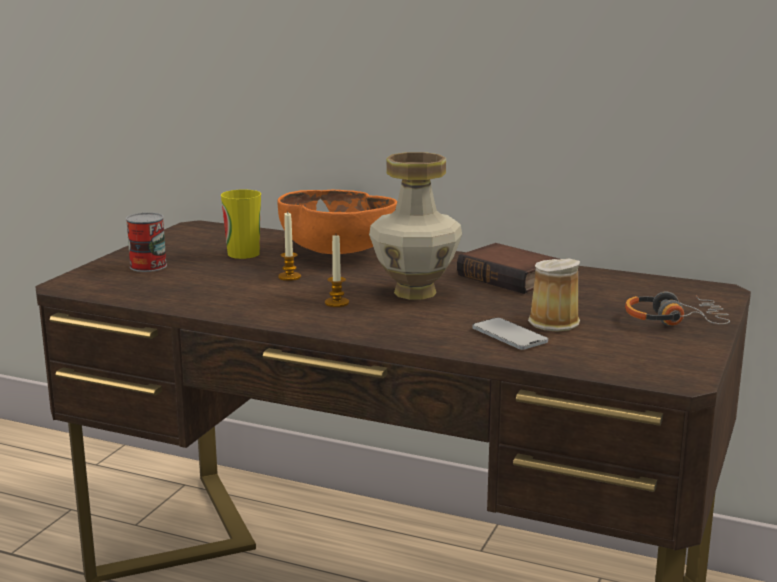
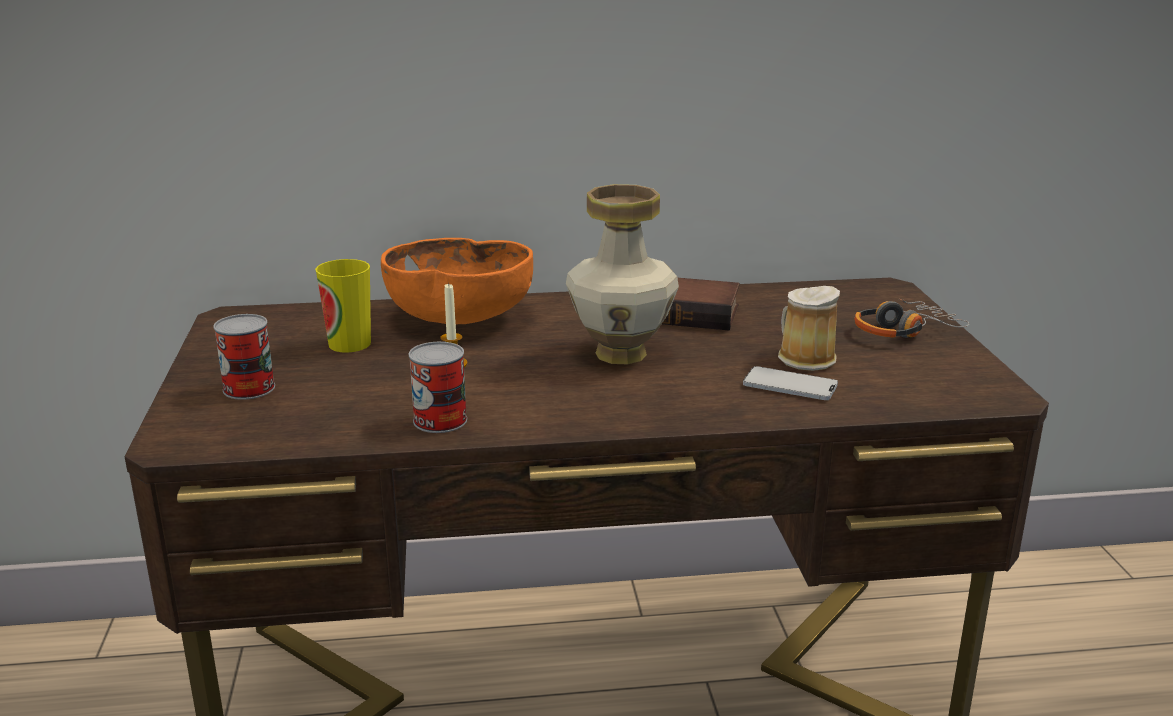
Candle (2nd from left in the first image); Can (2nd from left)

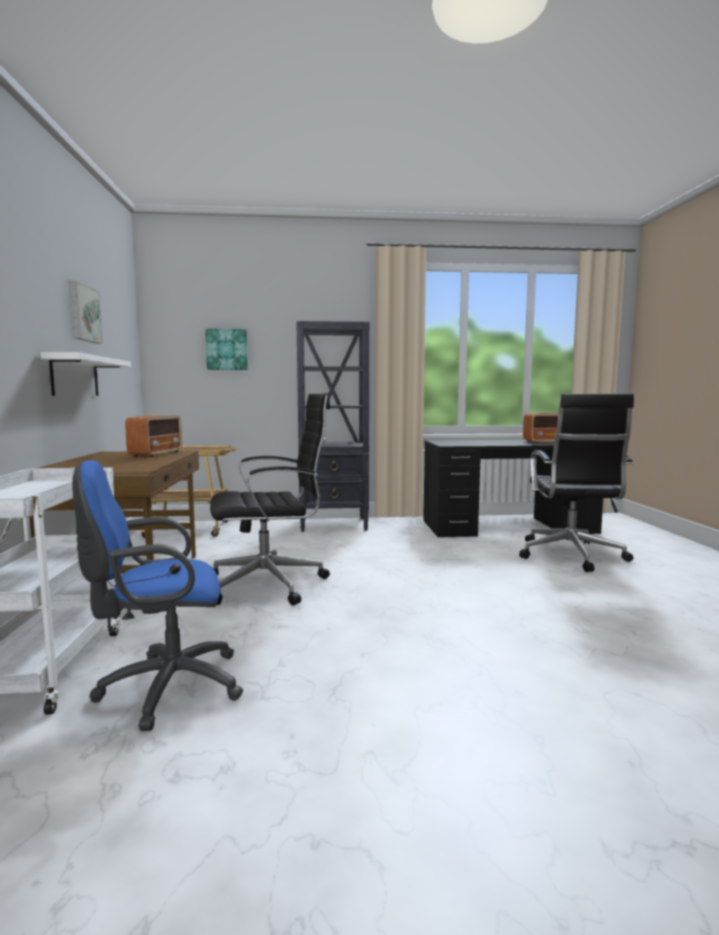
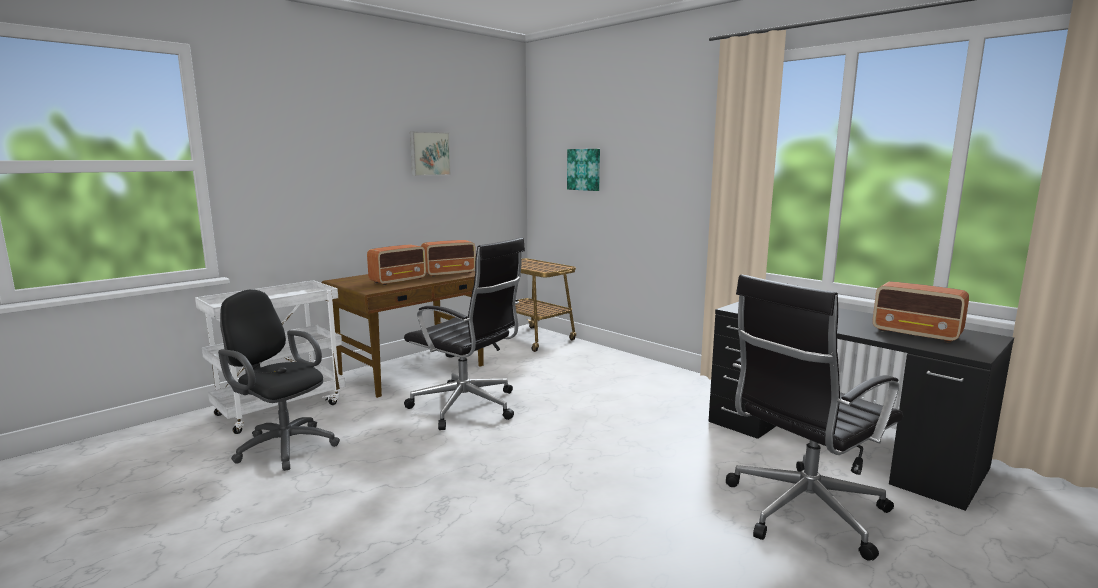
WhiteShelf; BlackOfficeChair (1st from left); BlackBookcase; Radio (1st from left)

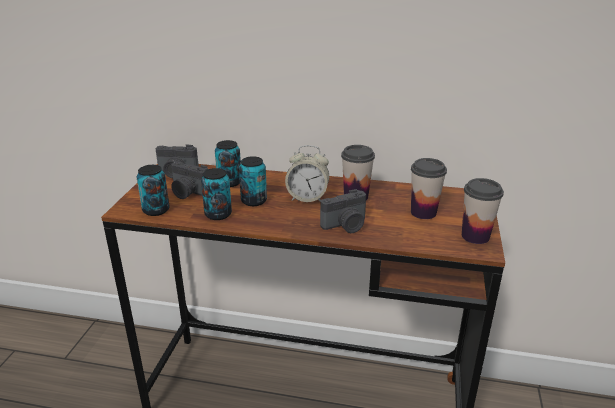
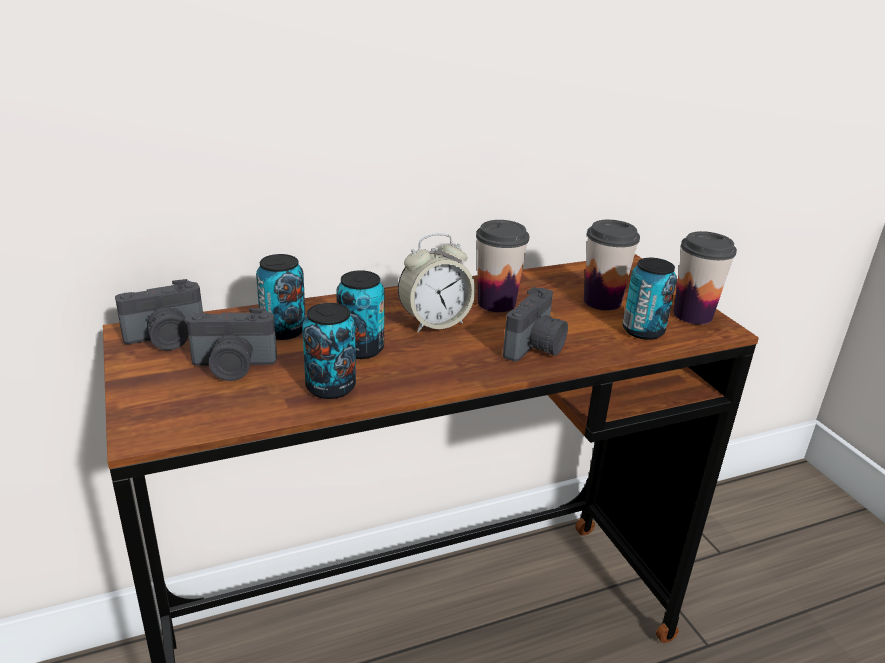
Can (4th from left)

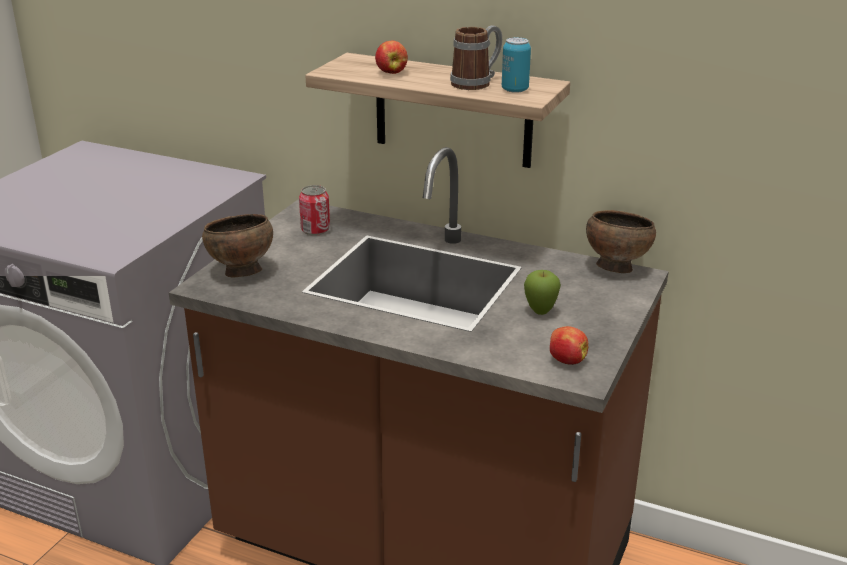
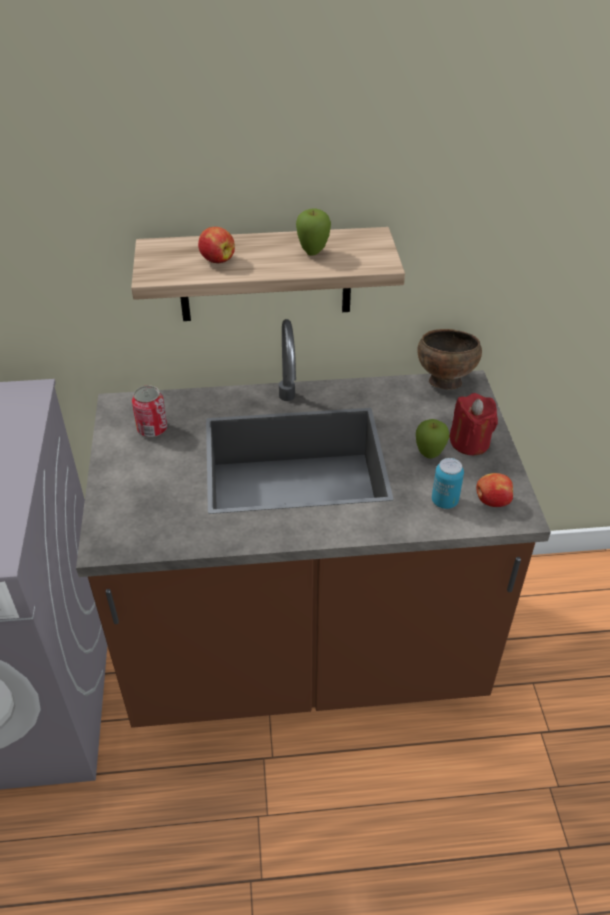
BrownBowl (1st from left in the first image); Apple (2nd from left); Can (2nd from left); RedCandle

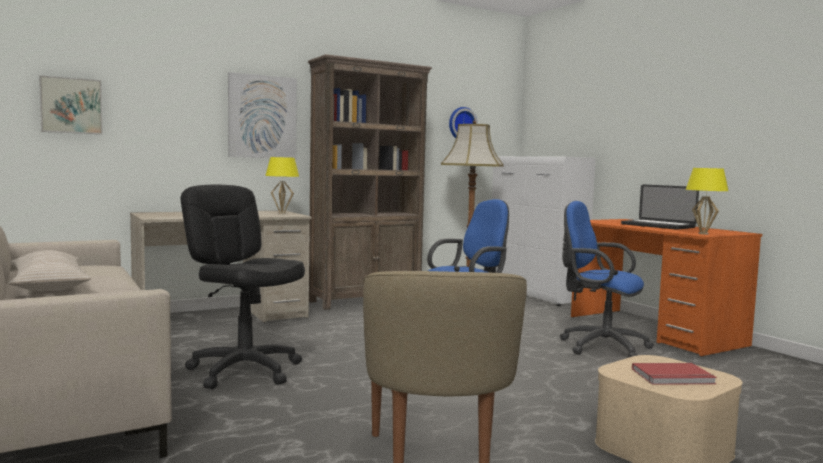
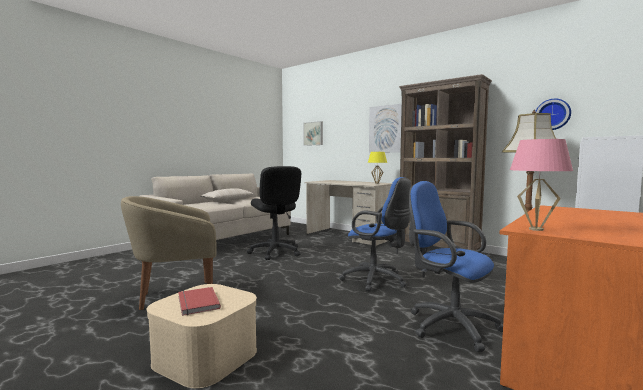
BlackOfficeChair; BlueOfficeChair (2nd from left); Laptop; PinkTableLamp

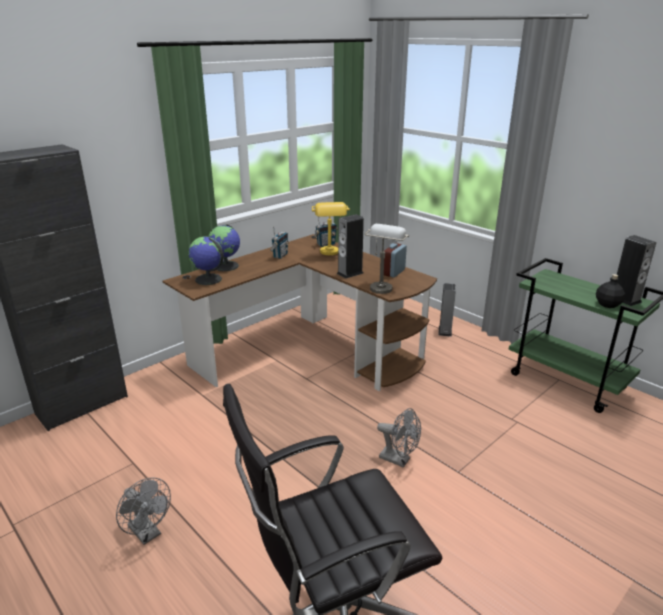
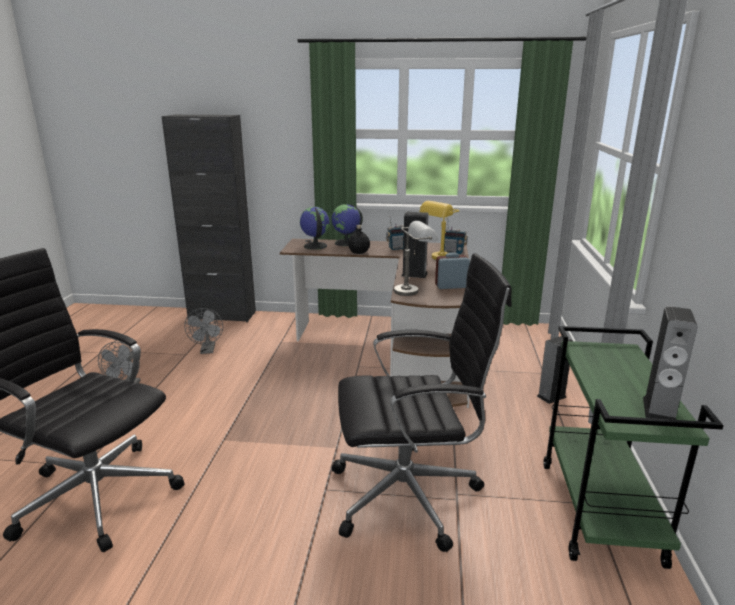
GreyFan (2nd from left); BlackBottle; BlackOfficeChair (2nd from left)

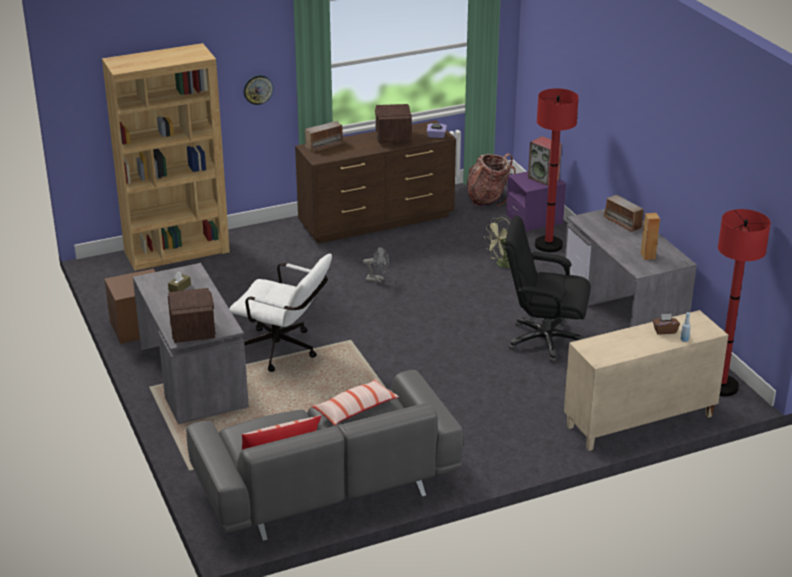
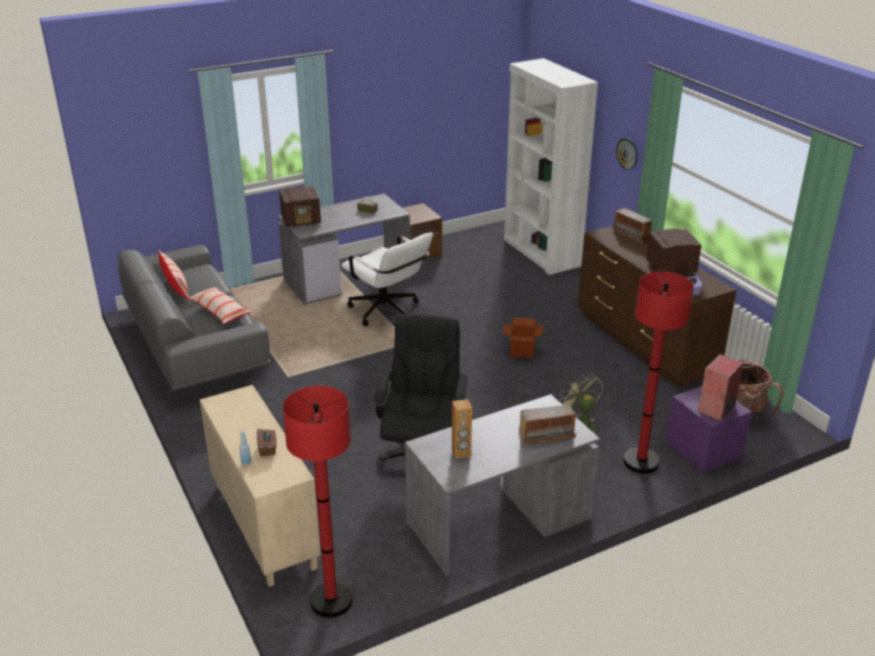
WhiteBookcase; WhiteOfficeChair; CardboardBox; Radio (2nd from left)

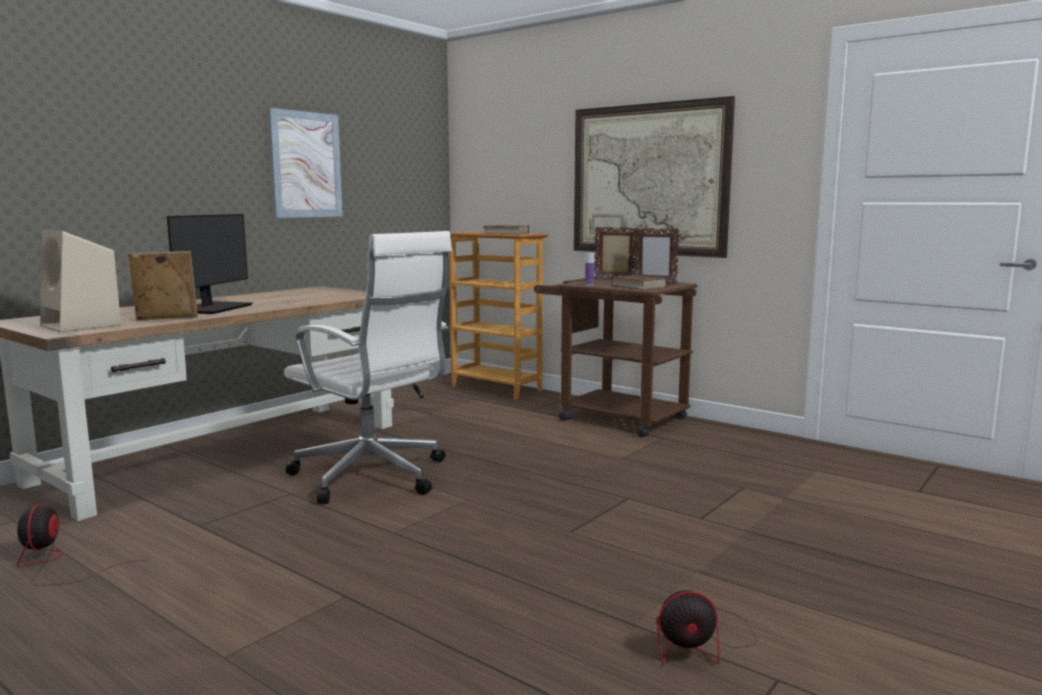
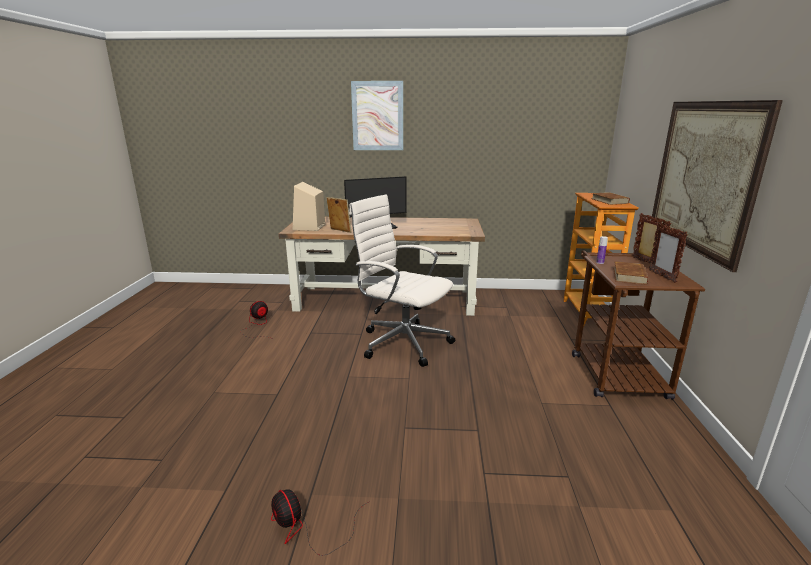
Picture (1st from left); WhiteOfficeChair

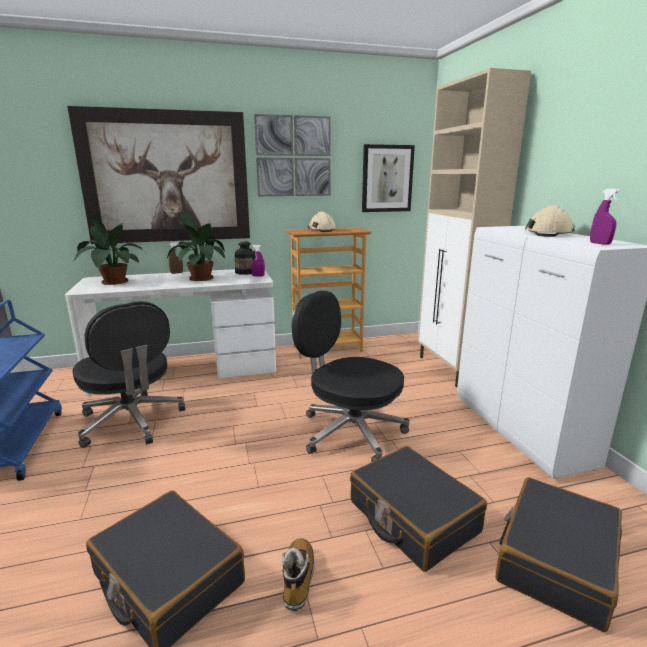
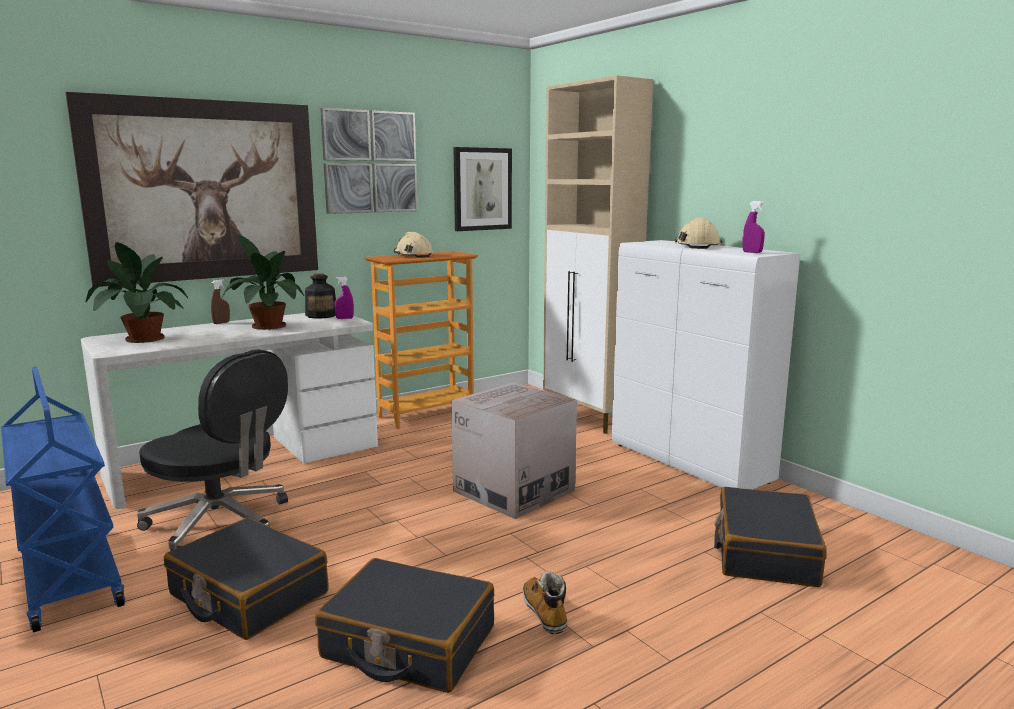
CardboardBox; BlackSuitcase (1st from left)

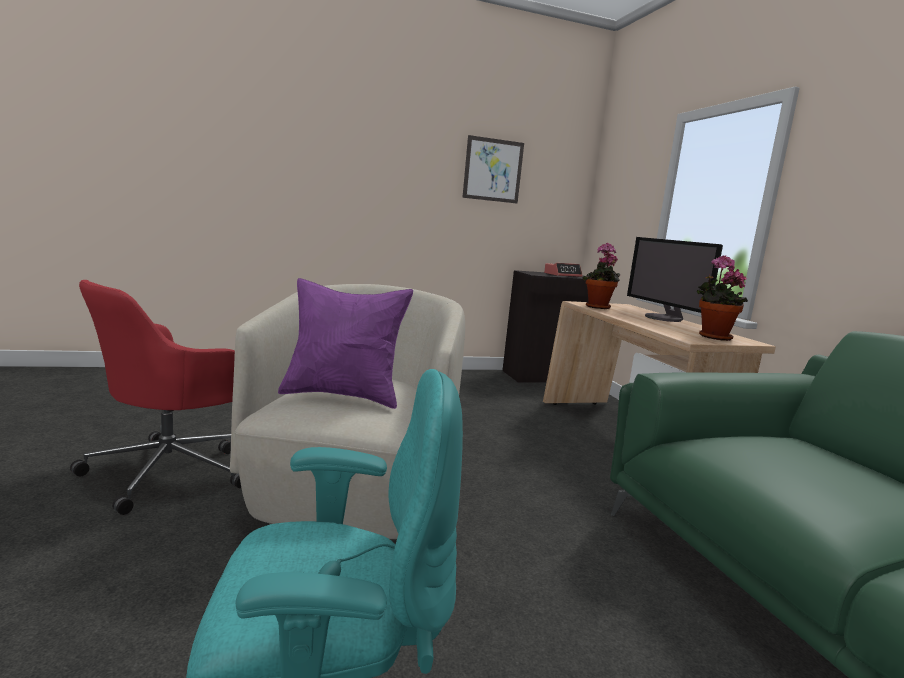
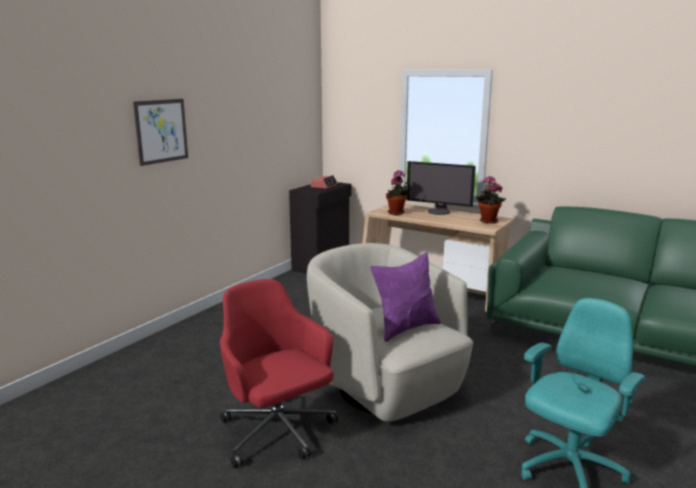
RedOfficeChair; Picture

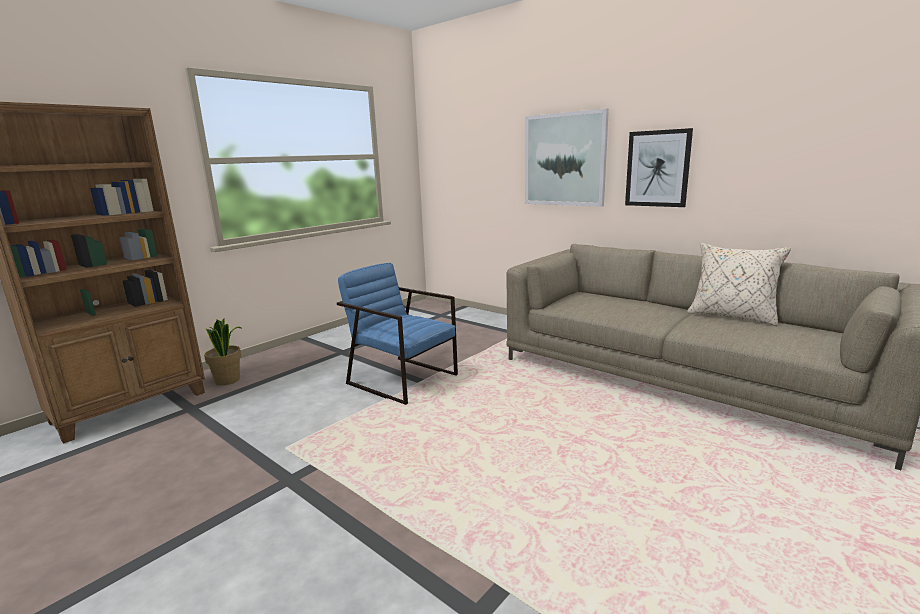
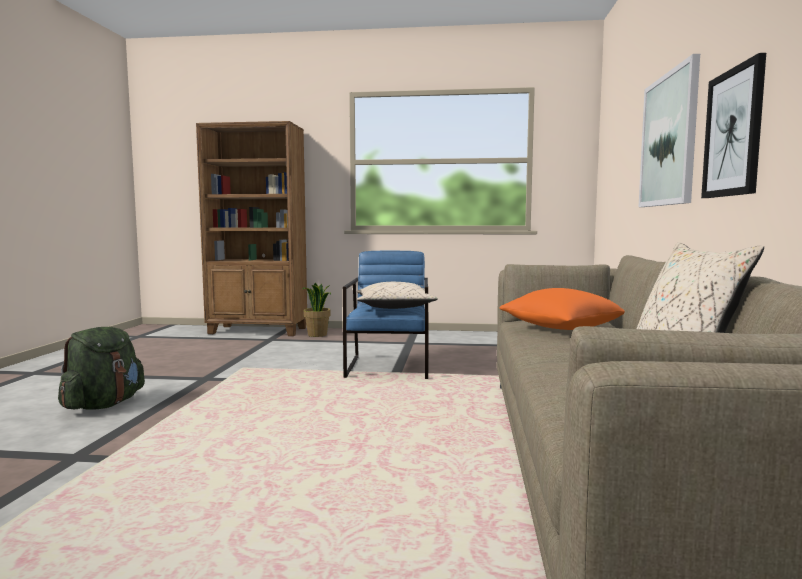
GreenBackpack; BeigePillow (1st from left); OrangePillow

